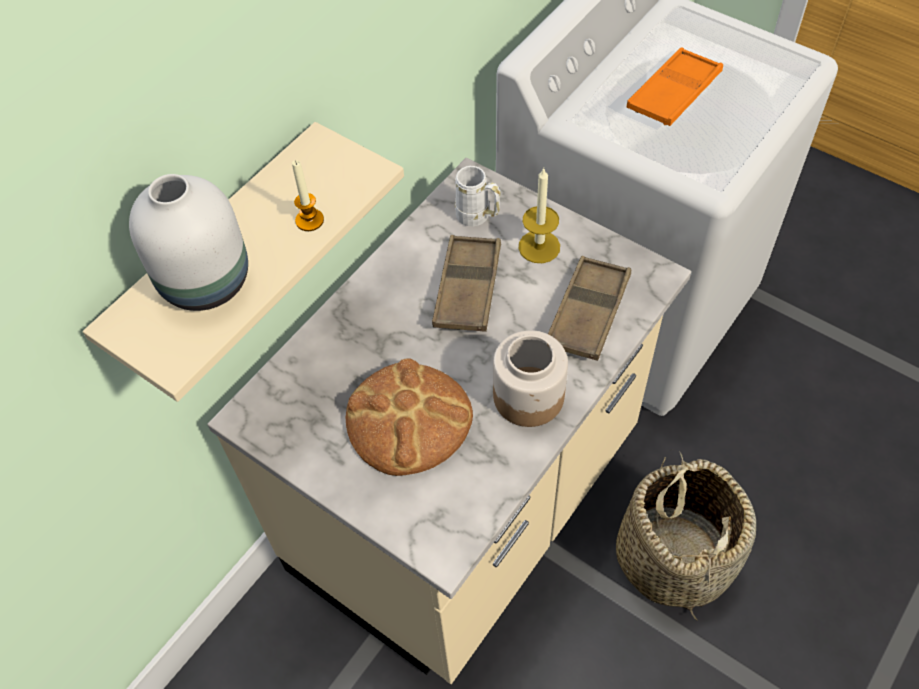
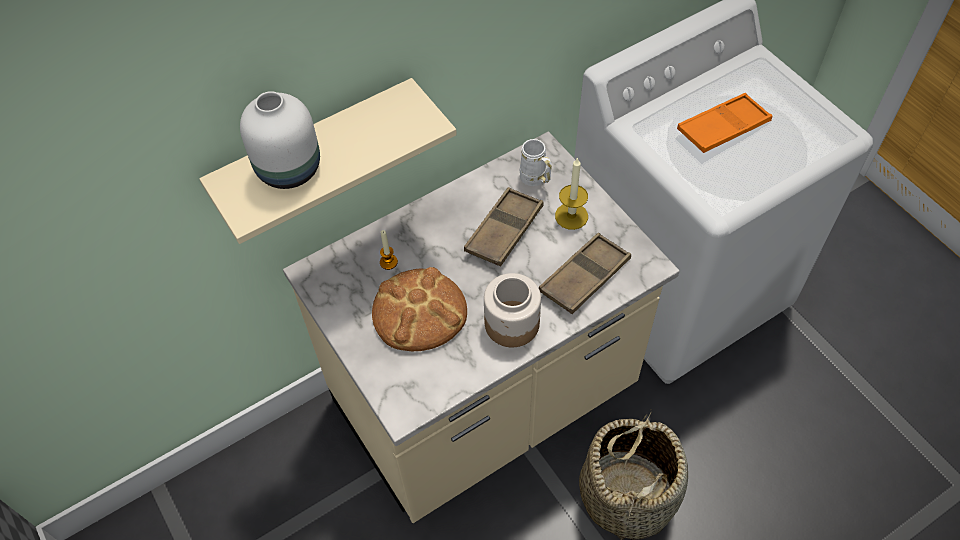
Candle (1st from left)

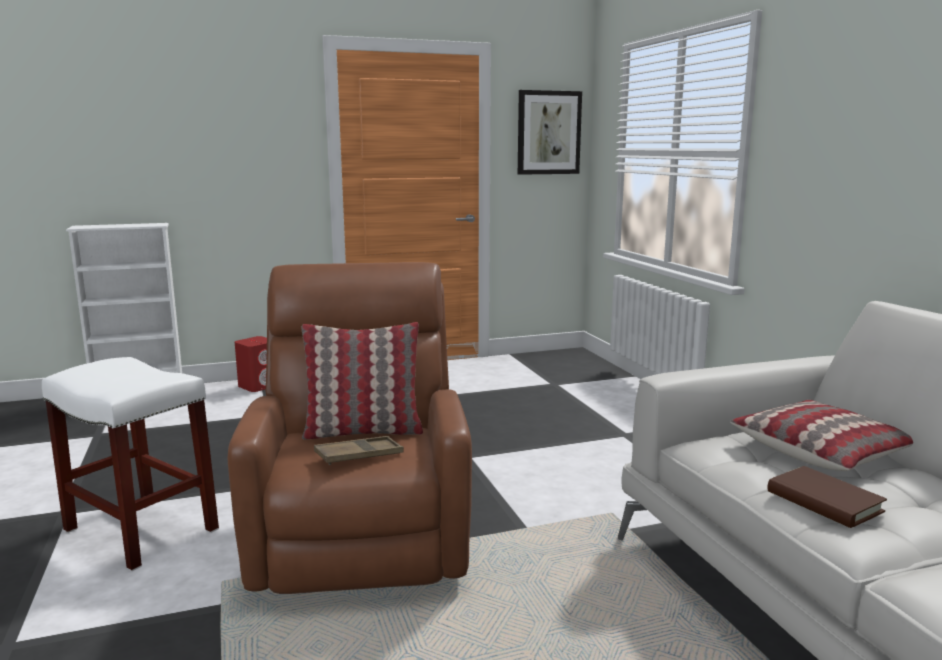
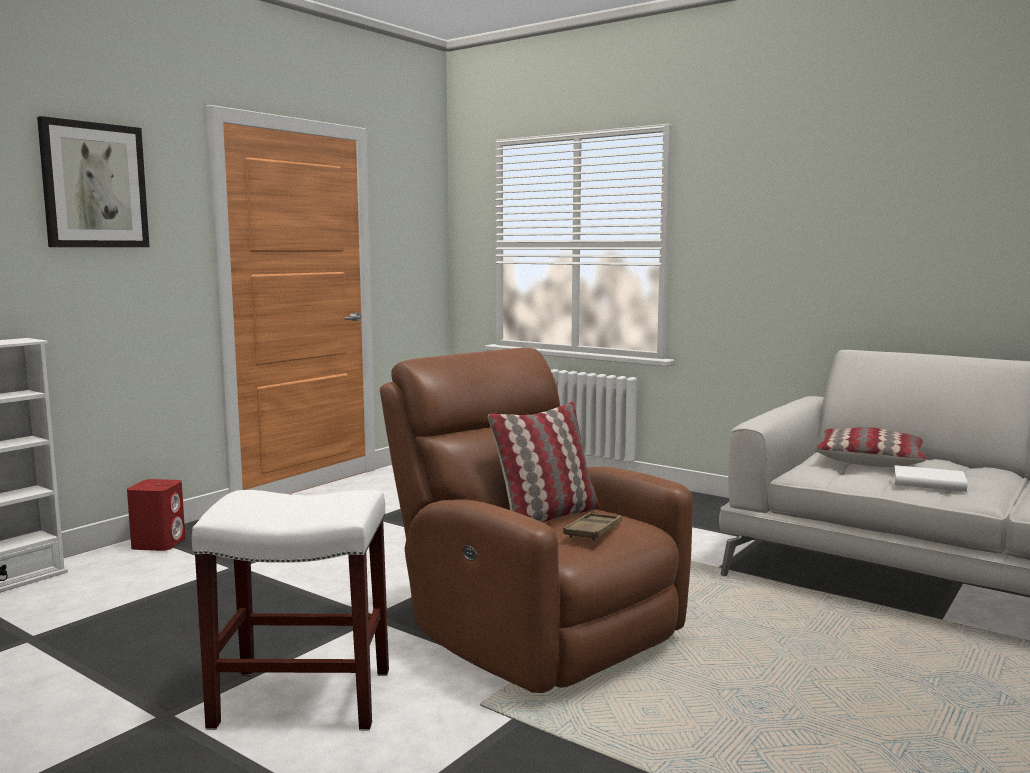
Picture; WhiteBook

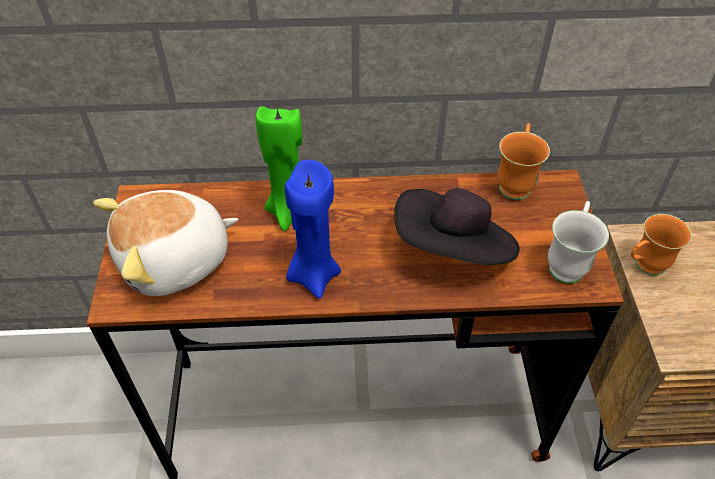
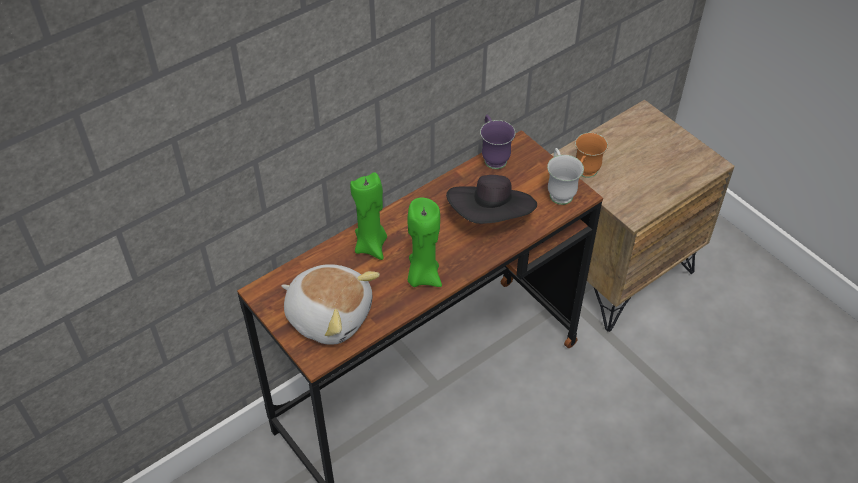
PlushToy; GreenCandle (2nd from left); PurpleMug

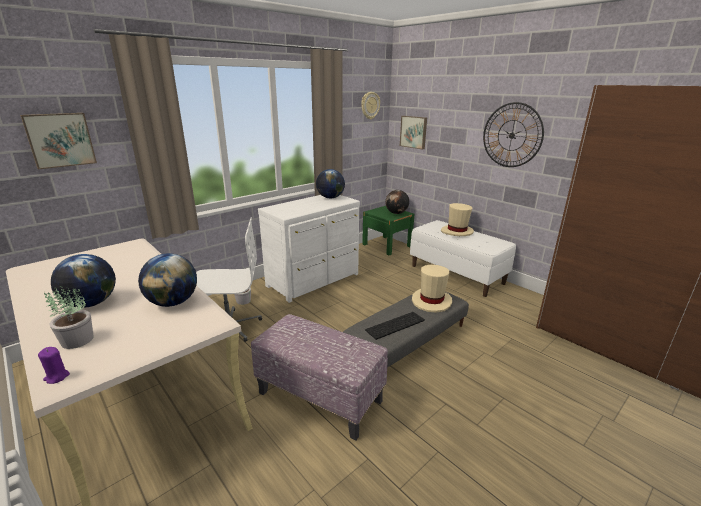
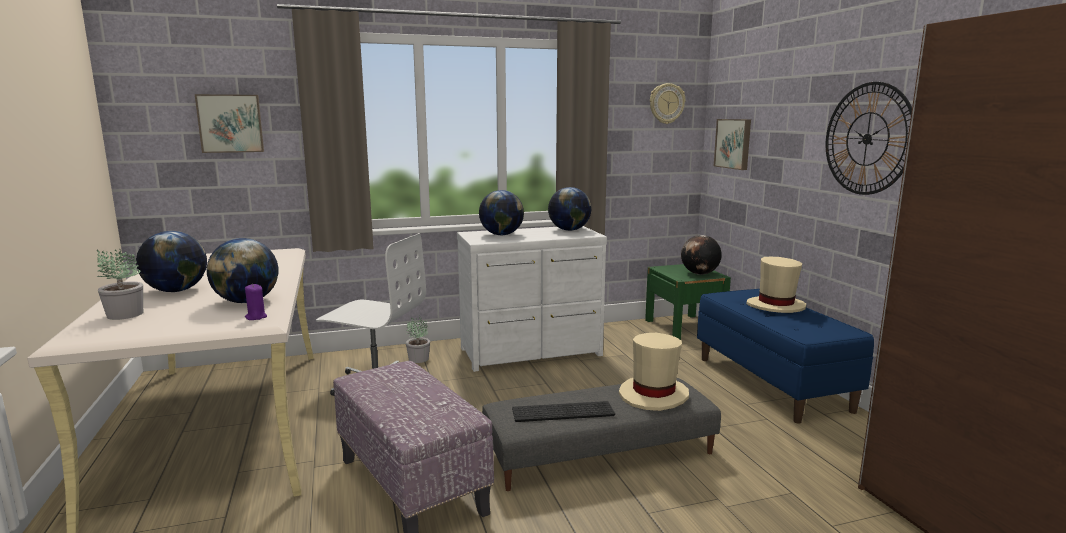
PurpleCandle; BlueBench; Globe (3rd from left)

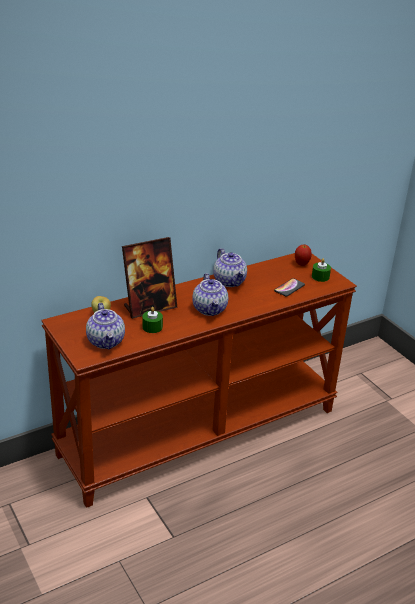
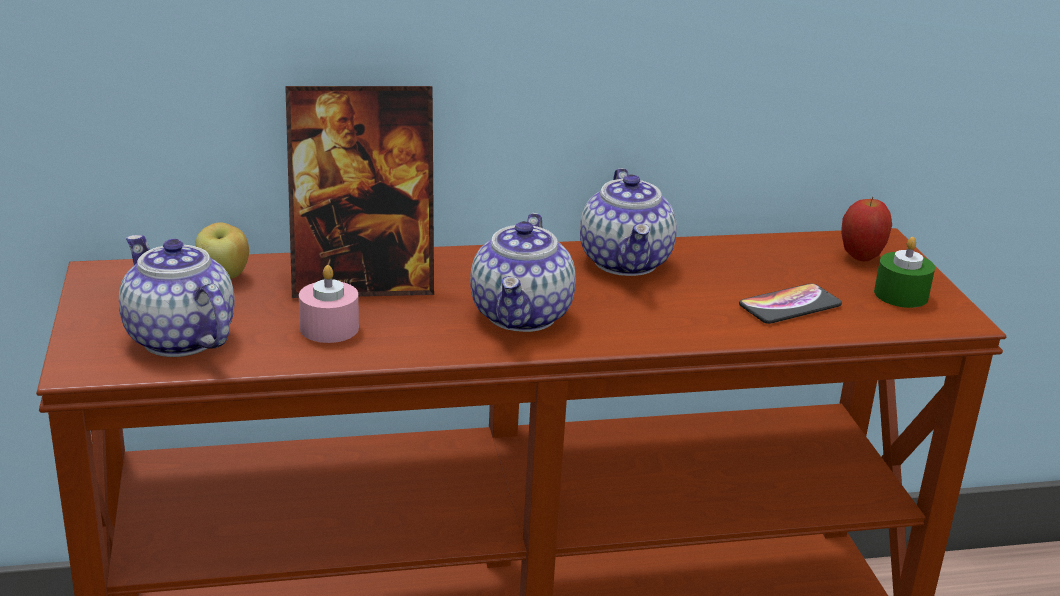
Teapot (1st from left); PinkCandle

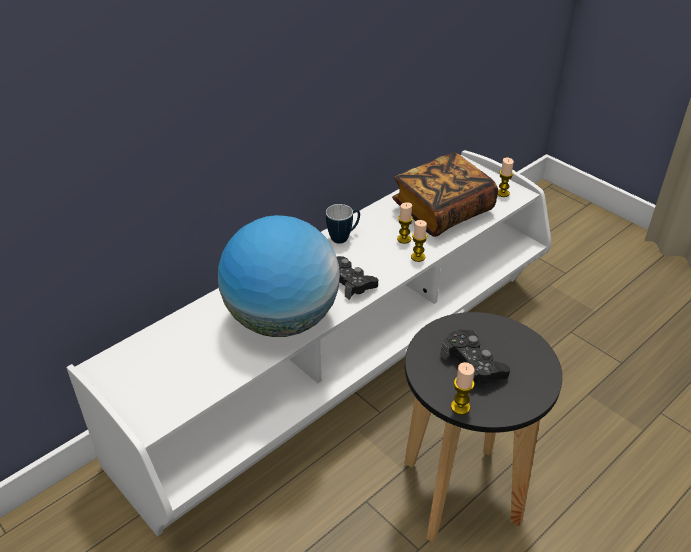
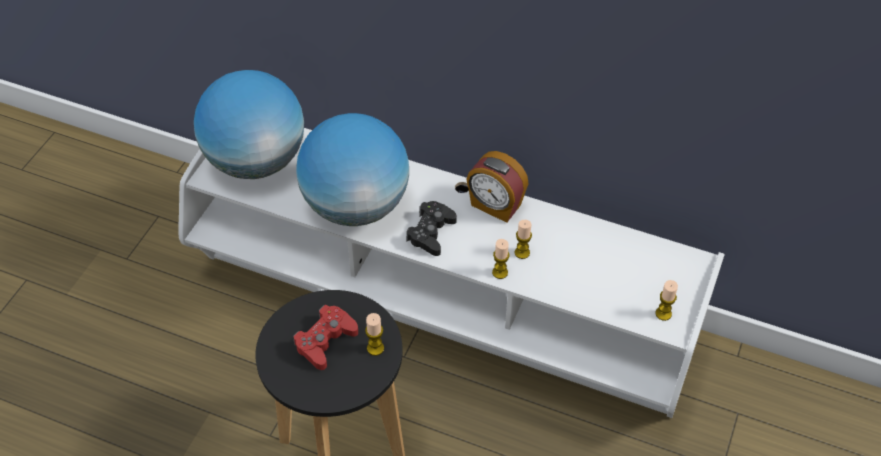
AlarmClock; Book; RedGameController; Candle (1st from left); Globe (1st from left)

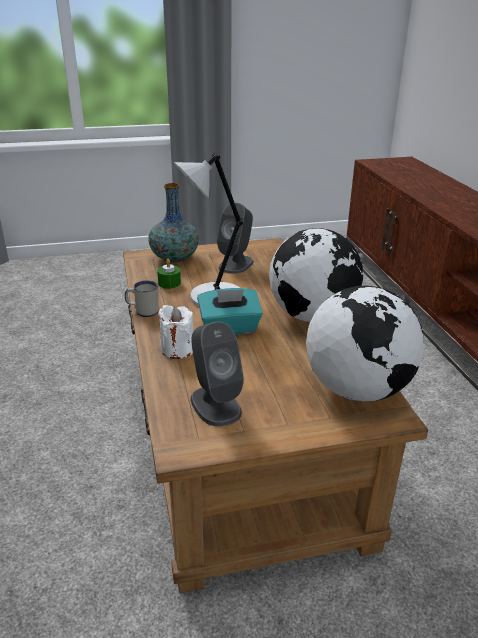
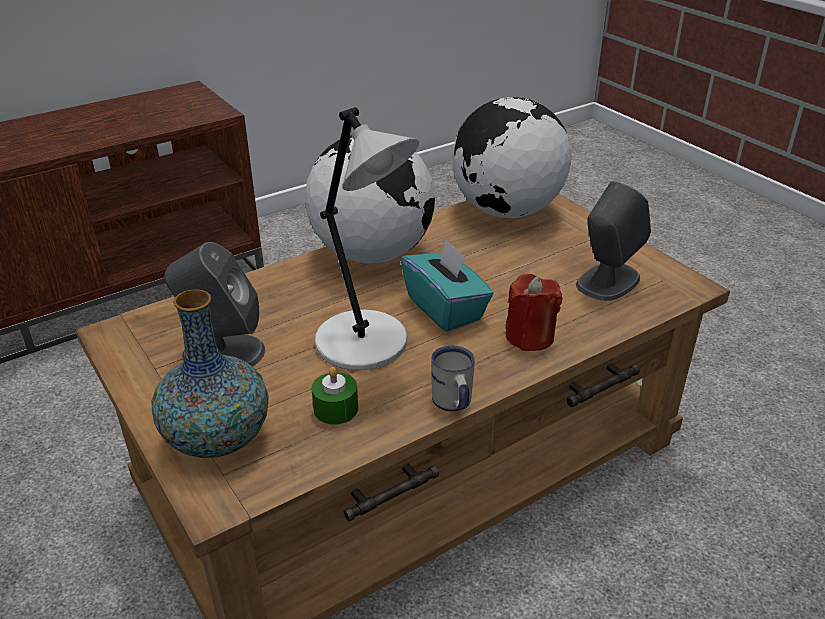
RedCandle

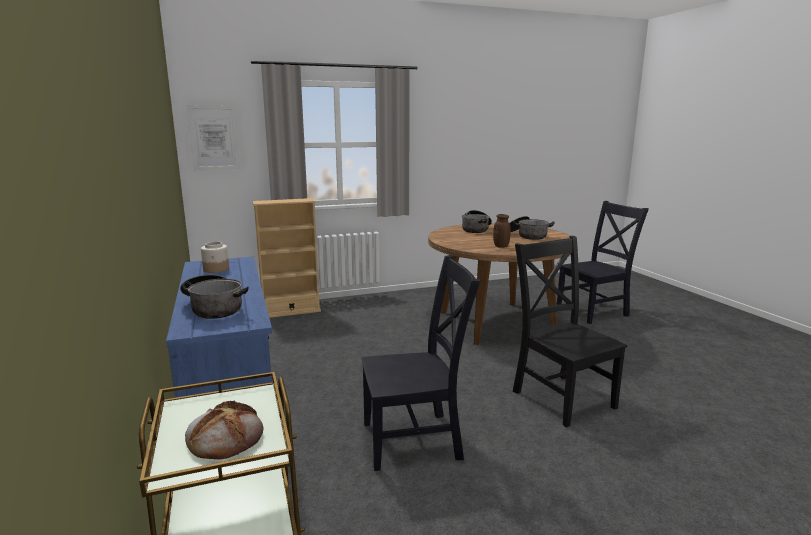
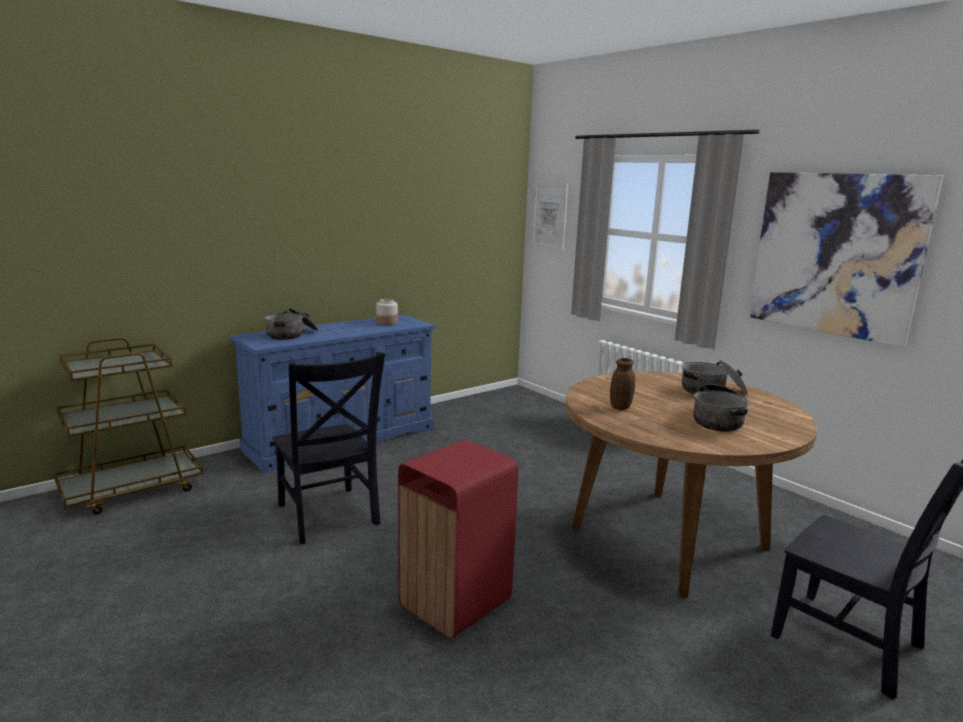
Bread; BeigeBookcase; RedTrashCan; Picture (2nd from left)

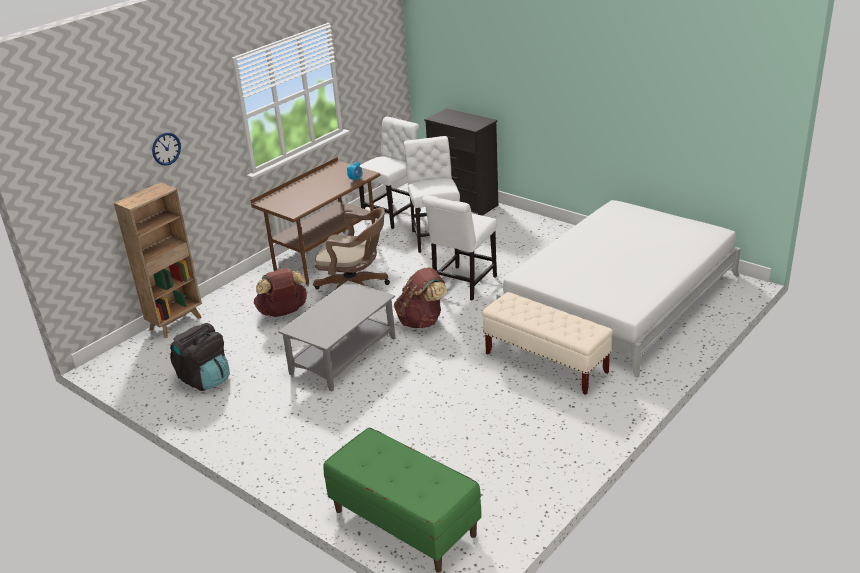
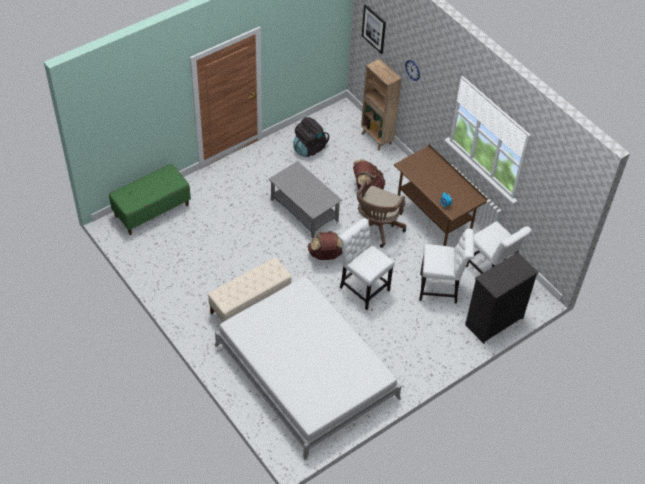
Picture

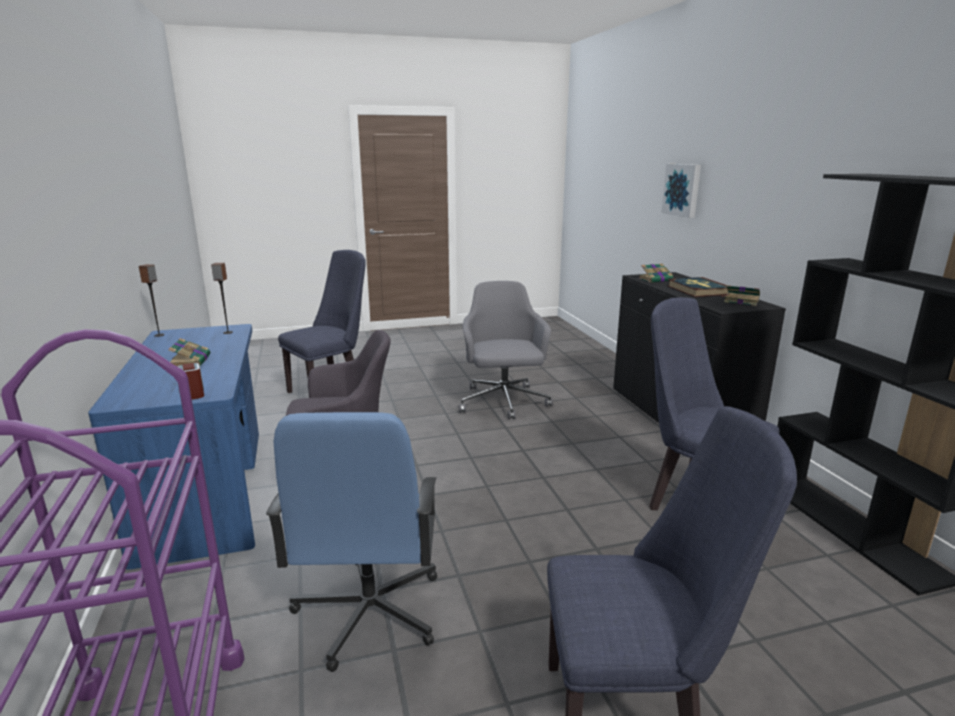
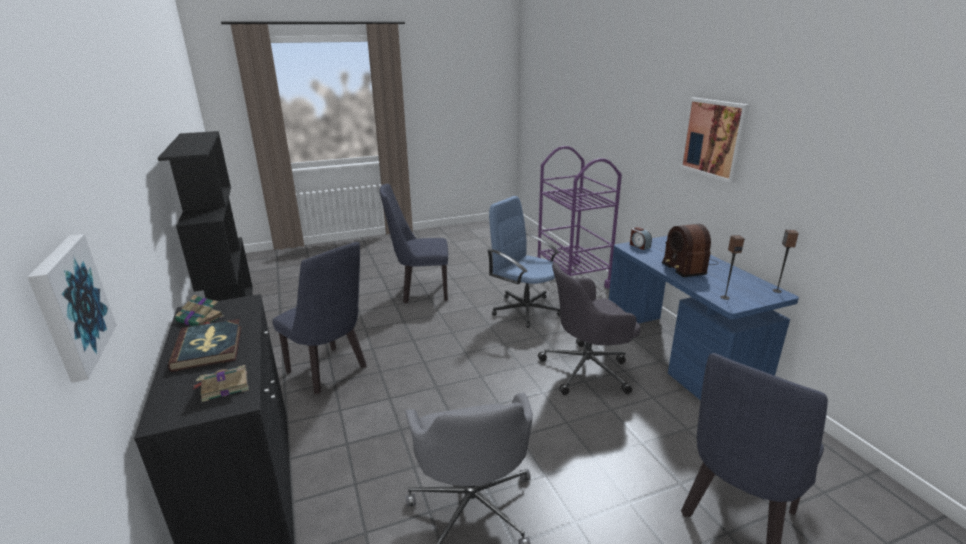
Radio; BlueOfficeChair; Picture (2nd from left)

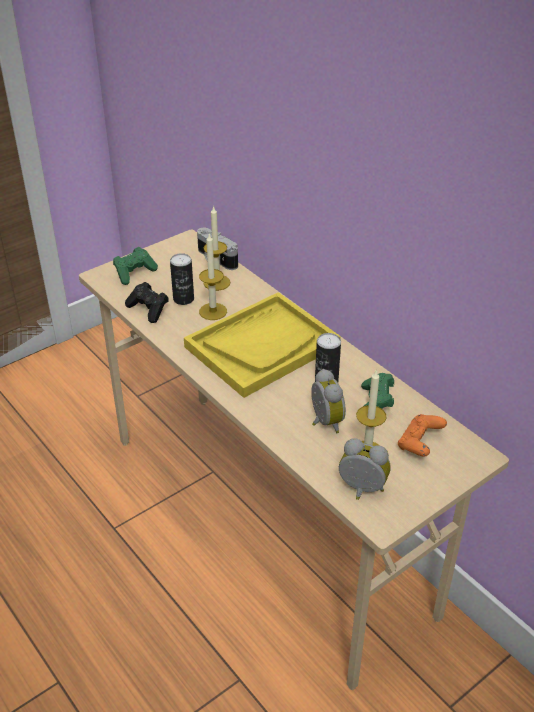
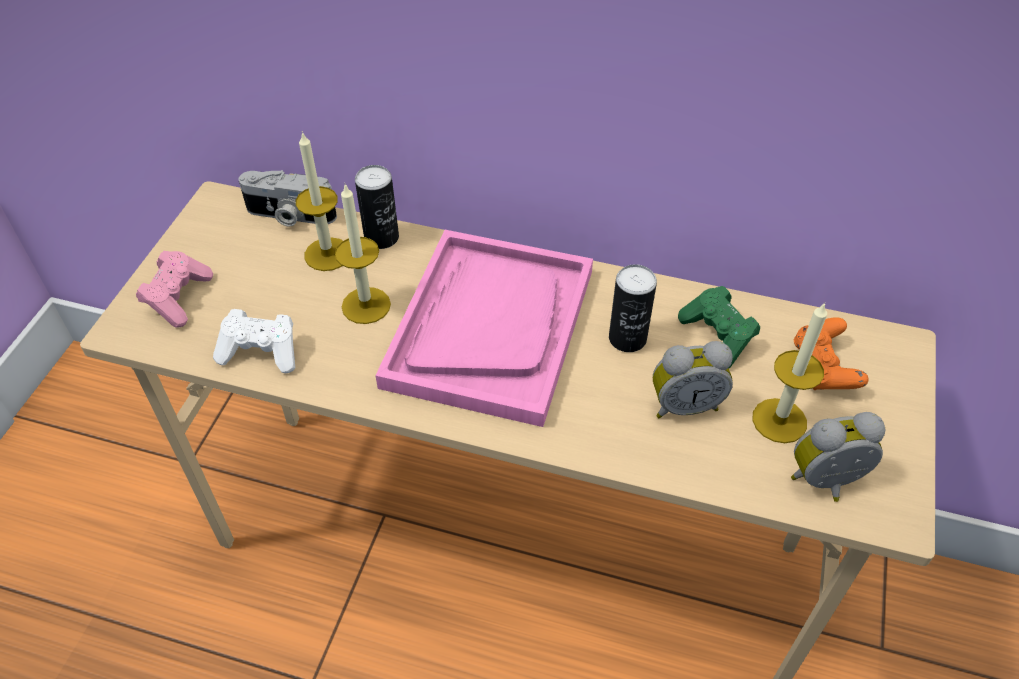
PinkGameController; WhiteGameController; Can (1st from left); PinkTray; AlarmClock (1st from left)

